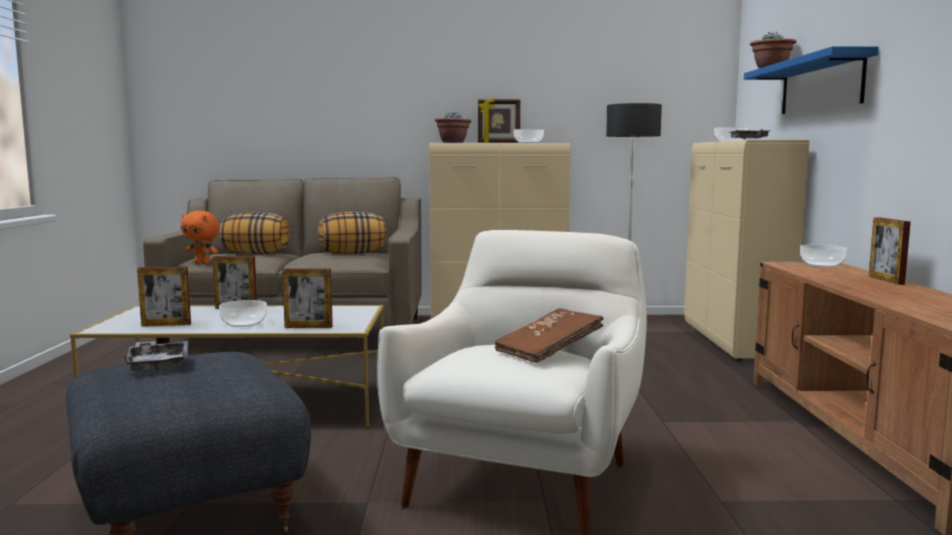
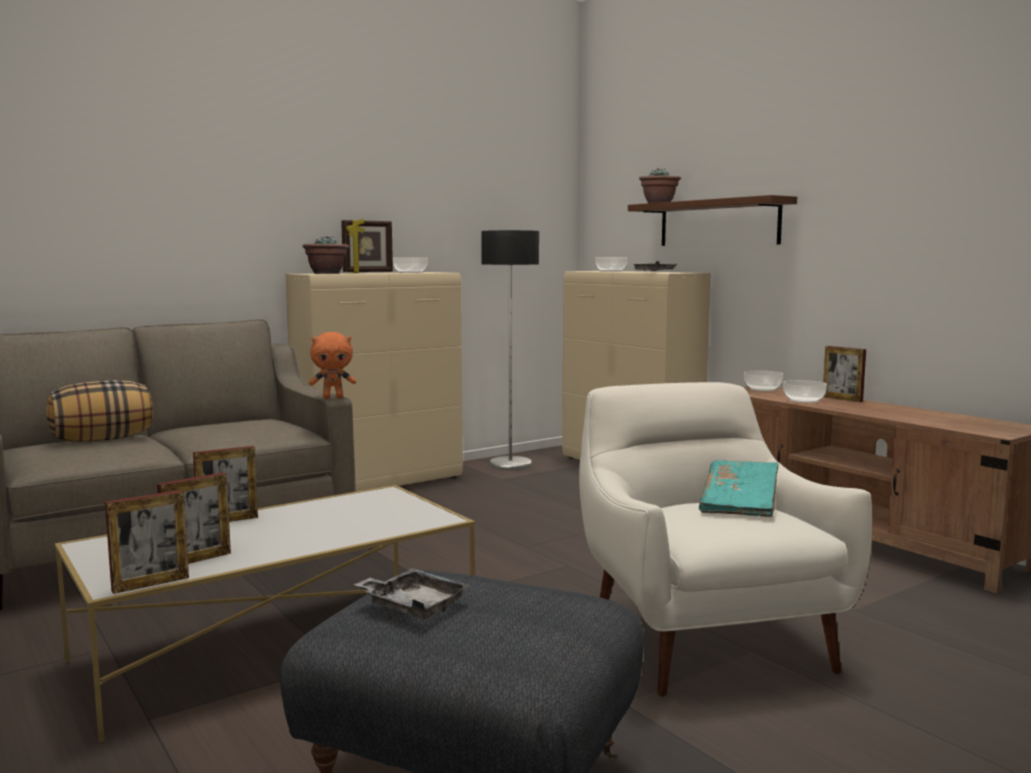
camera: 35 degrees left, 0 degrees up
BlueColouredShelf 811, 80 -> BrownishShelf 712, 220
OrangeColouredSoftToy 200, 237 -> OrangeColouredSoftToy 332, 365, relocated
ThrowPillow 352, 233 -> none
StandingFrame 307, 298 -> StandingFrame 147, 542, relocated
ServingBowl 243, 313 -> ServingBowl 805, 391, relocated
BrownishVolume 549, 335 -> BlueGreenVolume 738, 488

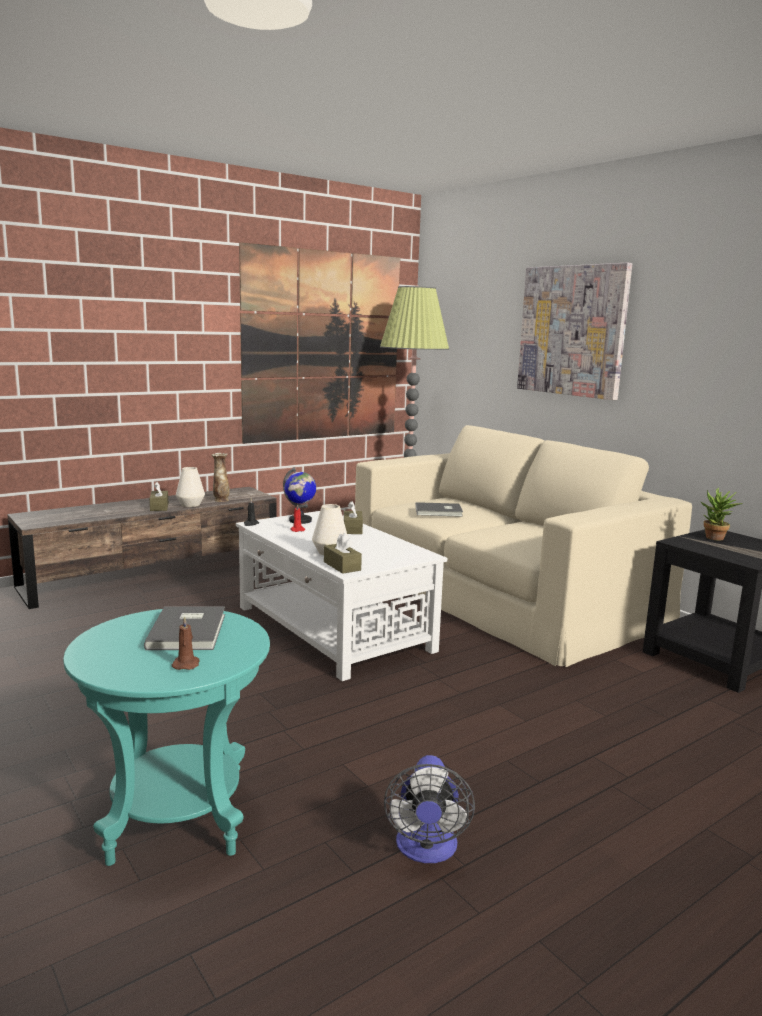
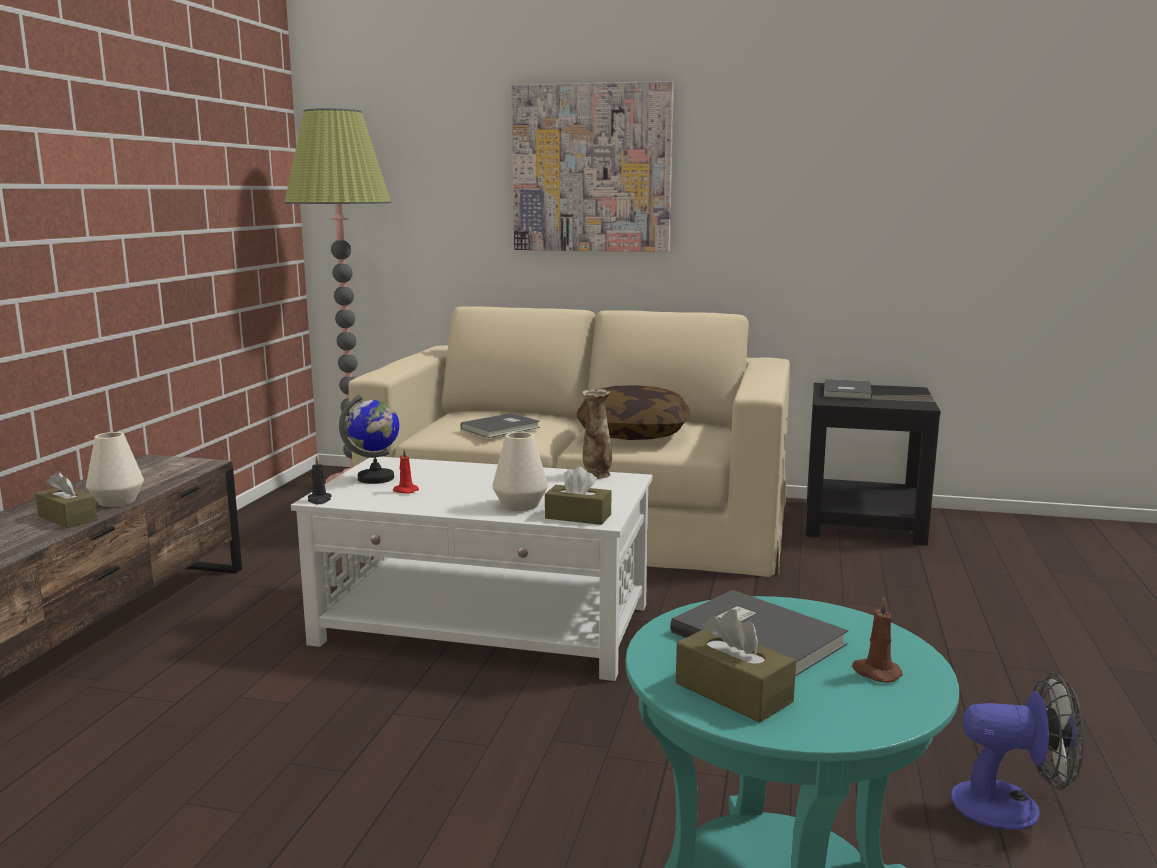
camera: 40 degrees left, 0 degrees up
WallPicture 319, 343 -> none
DecorativeVase 220, 477 -> DecorativeVase 597, 434, relocated
PottedPlant 721, 514 -> GrayVolume 847, 389
BrownishBoxOfTissues 353, 517 -> BrownishBoxOfTissues 736, 666, relocated
CoolingFan 429, 809 -> CoolingFan 1017, 751, 45 degrees counterclockwise
none -> ThrowPillow 633, 412

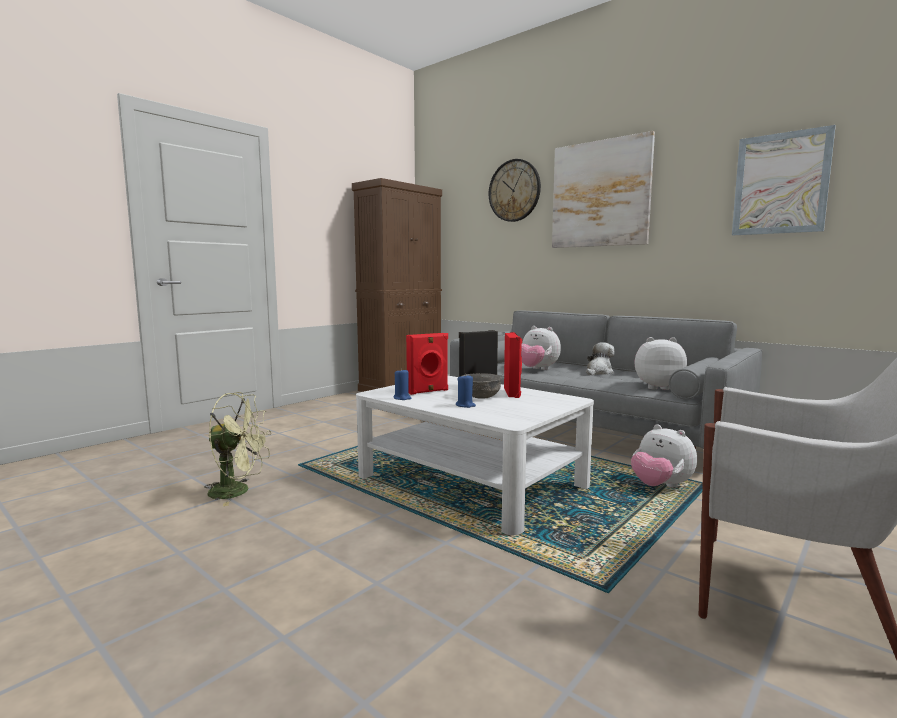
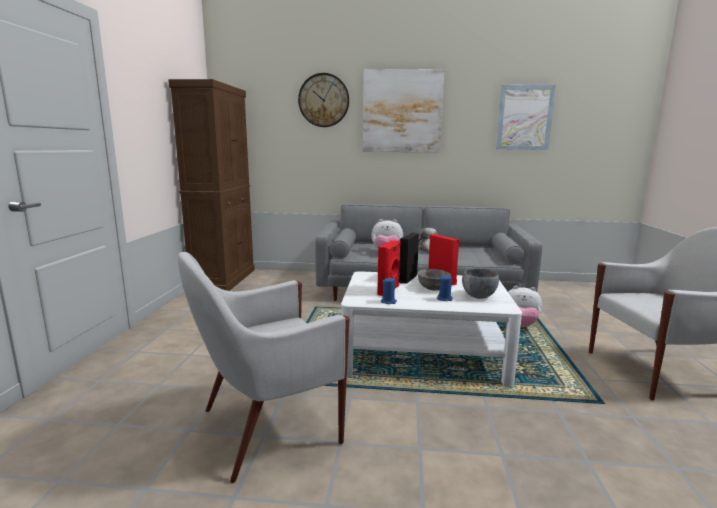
camera: 35 degrees left, 5 degrees up
SoftToy 661, 363 -> none
GreenCoolingFan 237, 449 -> WhiteColouredLoungeChair 264, 367
none -> GrayServingBowl 480, 283

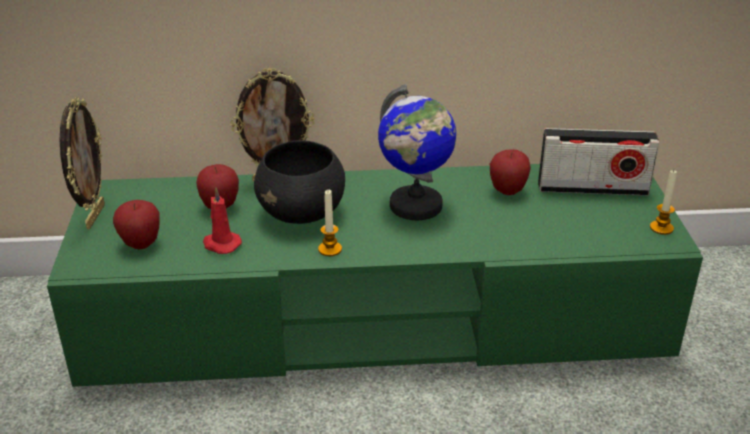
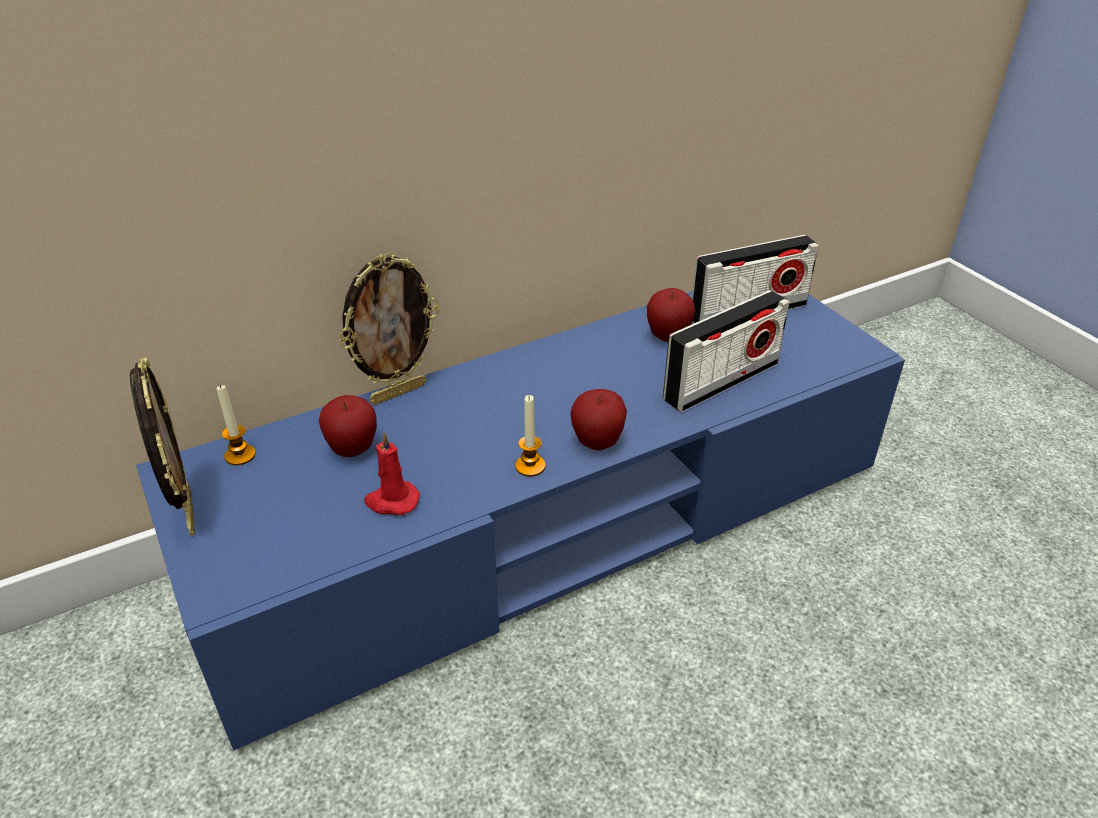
camera: 25 degrees left, 5 degrees up
DeskGlobe 417, 152 -> none
BlackServingBowl 299, 182 -> none
GreenMediaConsole 375, 275 -> BlueColouredMediaConsole 520, 521
Candle 663, 202 -> Candle 236, 425, relocated
AppleFruit 136, 224 -> AppleFruit 598, 419, relocated
none -> Radio 726, 351

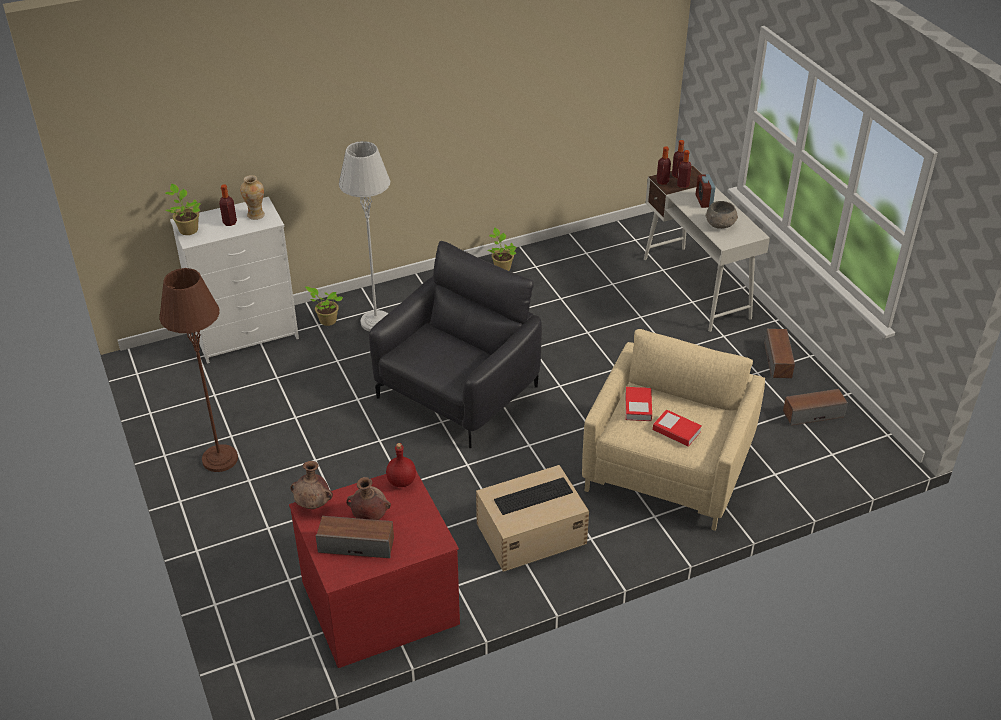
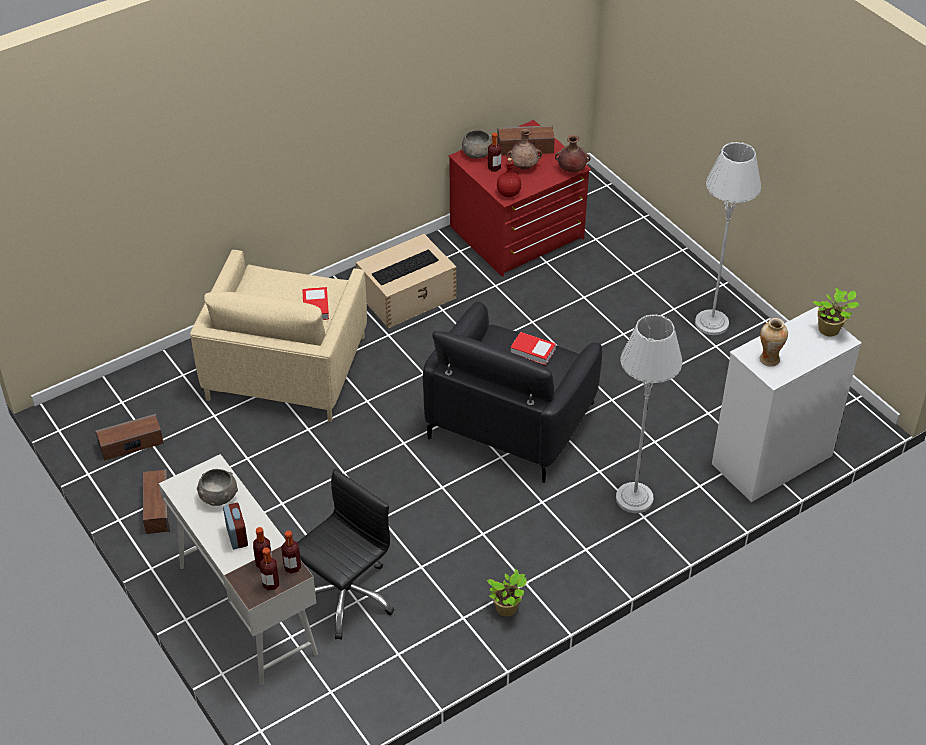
camera: 170 degrees right, 5 degrees up
DrinkBottle 228, 205 -> DrinkBottle 494, 152, relocated
BrownishFloorLamp 198, 370 -> GrayFloorLamp 728, 238
PottedPlant 324, 306 -> none
Volume 677, 428 -> Volume 533, 348, relocated
none -> GrayServingBowl 477, 144
none -> BlackDeskChair 346, 554

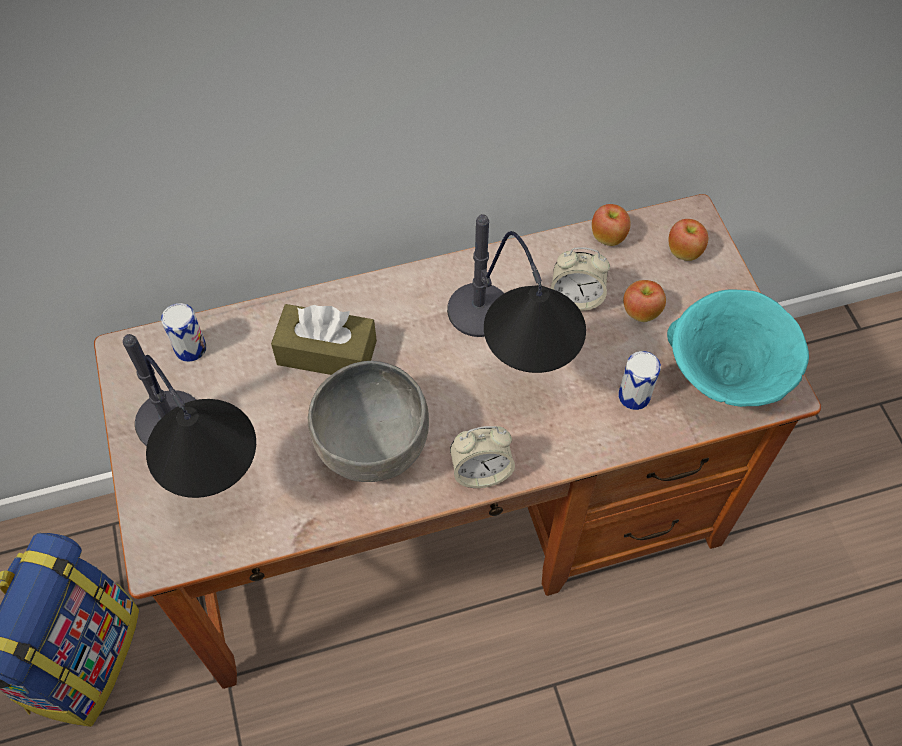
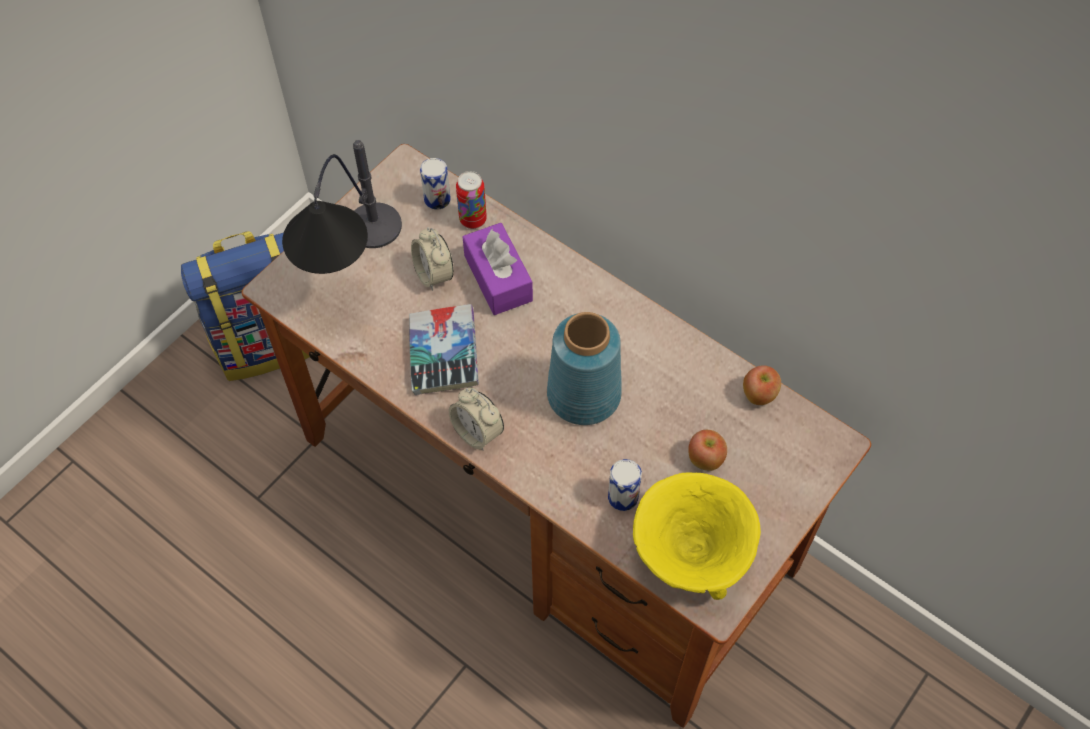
camera: 55 degrees right, 0 degrees up
TabletopLamp 516, 293 -> BlueColouredDecorativeVase 584, 368
AppleFruit 688, 240 -> none
AlarmClock 580, 279 -> AlarmClock 432, 259, relocated
BlueGreenServingBowl 738, 348 -> YellowServingBowl 697, 536
BrownishBoxOfTissues 324, 339 -> PurpleBoxOfTissues 498, 269
GrayServingBowl 368, 421 -> Volume 444, 349
none -> Can 471, 200

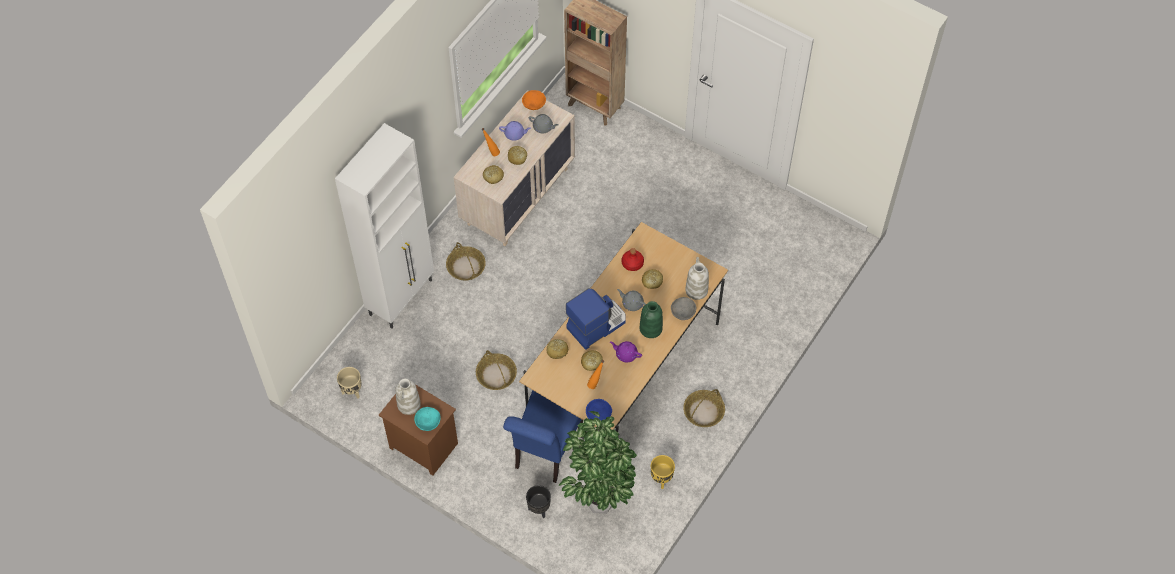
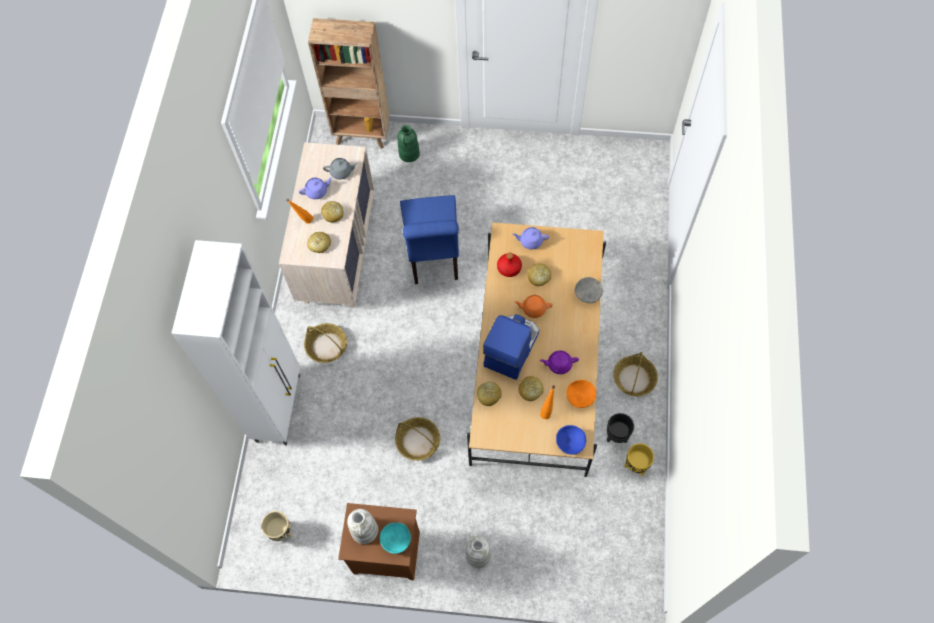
camera: 25 degrees left, 5 degrees up
OrangeColouredServingBowl 534, 100 -> OrangeColouredServingBowl 581, 394, relocated
WhiteColouredDecorativeVase 697, 278 -> WhiteColouredDecorativeVase 478, 550, relocated
GrayPotForTea 631, 300 -> OrangeColouredPotForTea 533, 306
GreenDecorativeVase 651, 319 -> GreenDecorativeVase 409, 143, relocated
BlueColouredPlainChair 543, 436 -> BlueColouredPlainChair 429, 239, relocated
PottedPlant 598, 462 -> none
BlackPlantPot 538, 501 -> BlackPlantPot 620, 428, relocated
none -> PurplePotForTea 530, 238

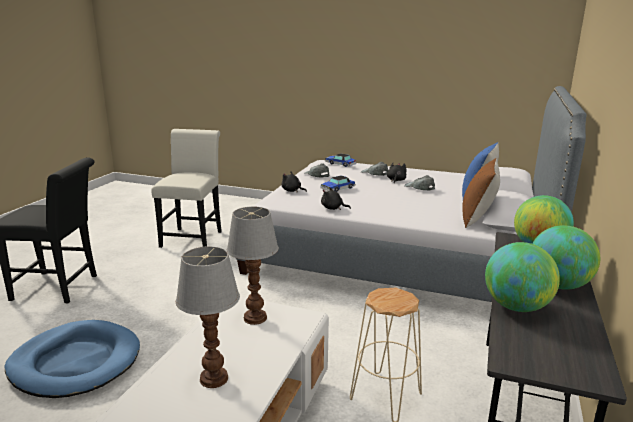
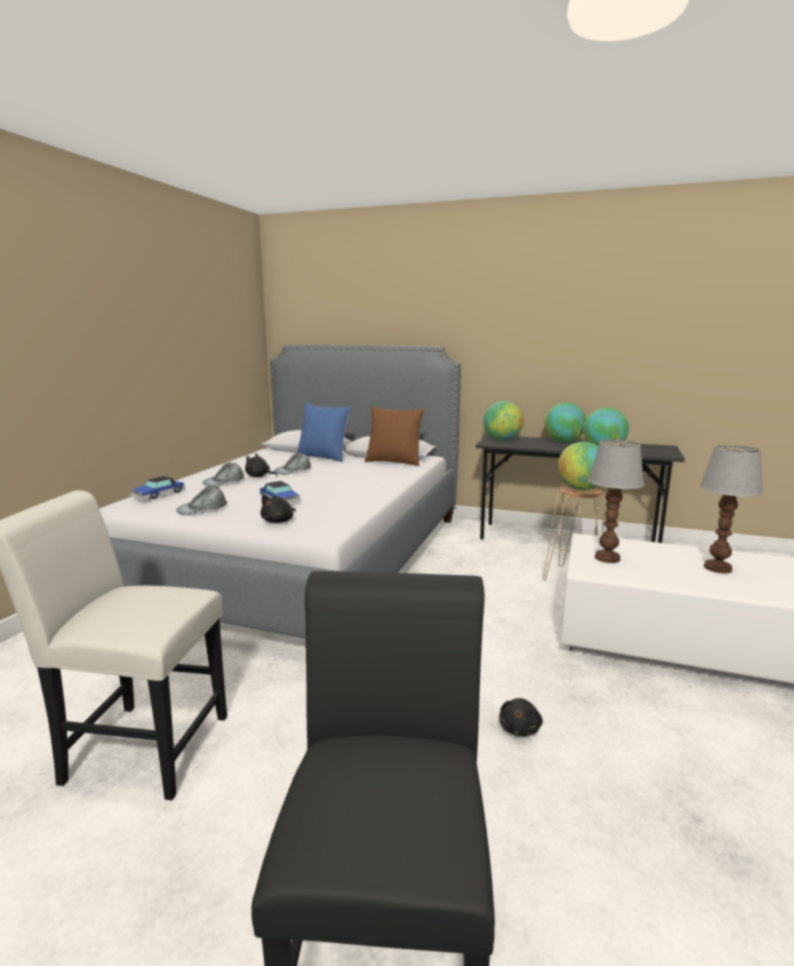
camera: 90 degrees left, 5 degrees down
BlackSoftToy 336, 198 -> BlackSoftToy 521, 717, relocated
BlueColouredDogCushion 72, 359 -> none
none -> DeskGlobe 578, 466

